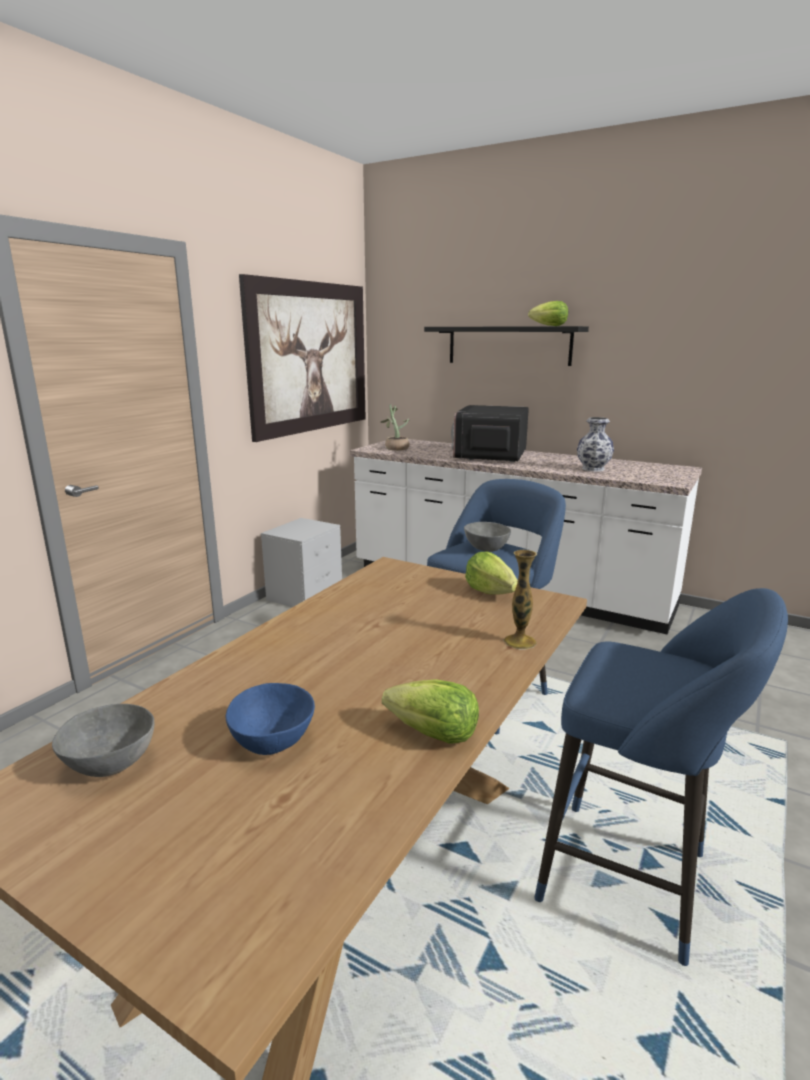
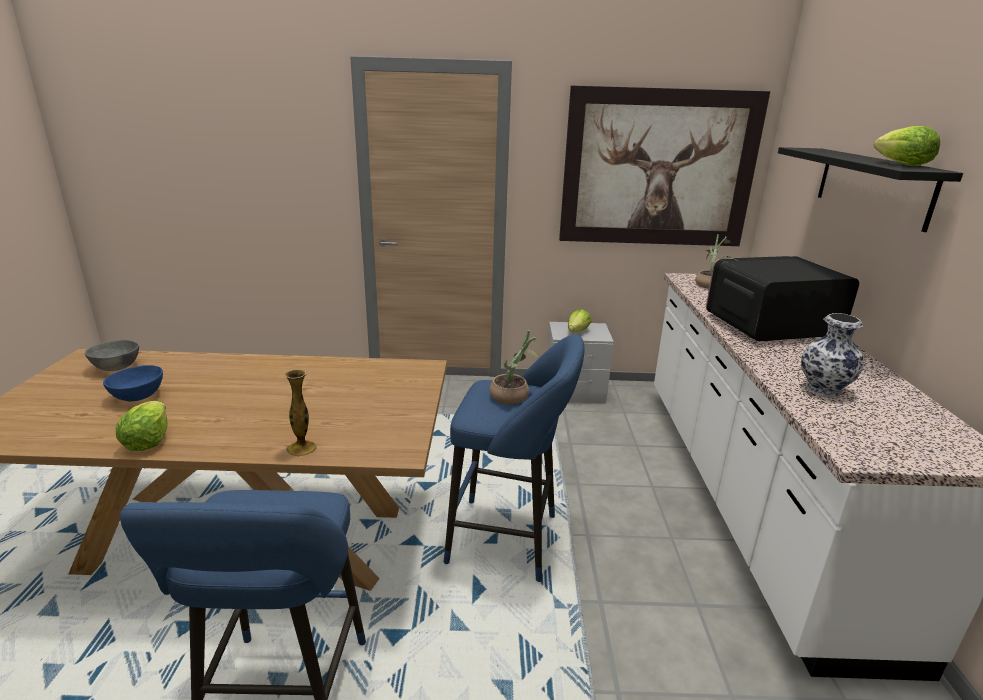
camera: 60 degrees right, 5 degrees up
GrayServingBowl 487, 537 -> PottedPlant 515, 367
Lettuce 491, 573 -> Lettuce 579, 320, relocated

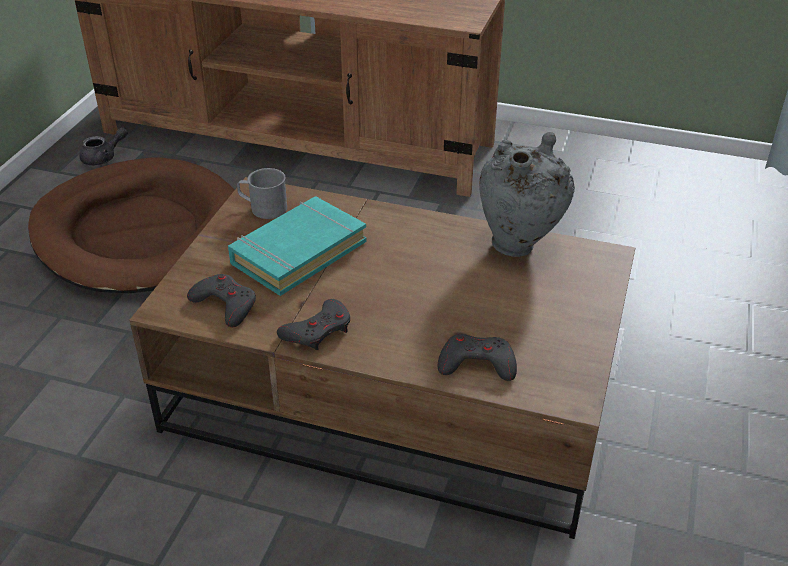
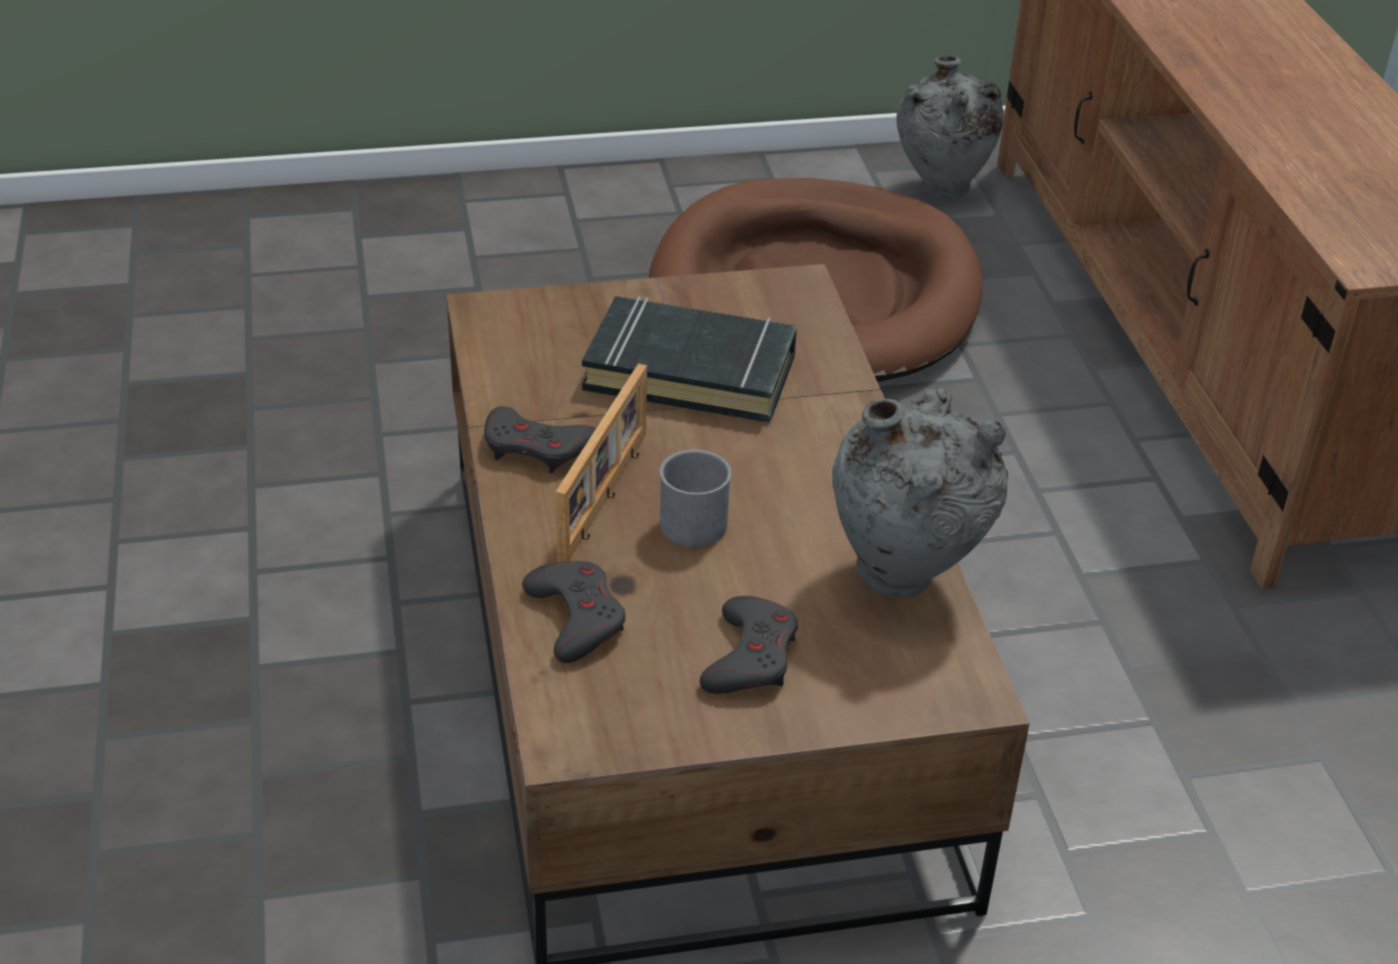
camera: 60 degrees right, 0 degrees up
GrayPotForTea 103, 146 -> GrayDecorativeVase 950, 127
GrayTeaMug 262, 193 -> GrayTeaMug 695, 498, relocated
BlueGreenVolume 297, 246 -> BlackVolume 689, 359
GrayJoypad 221, 300 -> GrayJoypad 749, 645, relocated
none -> StandingFrame 601, 462

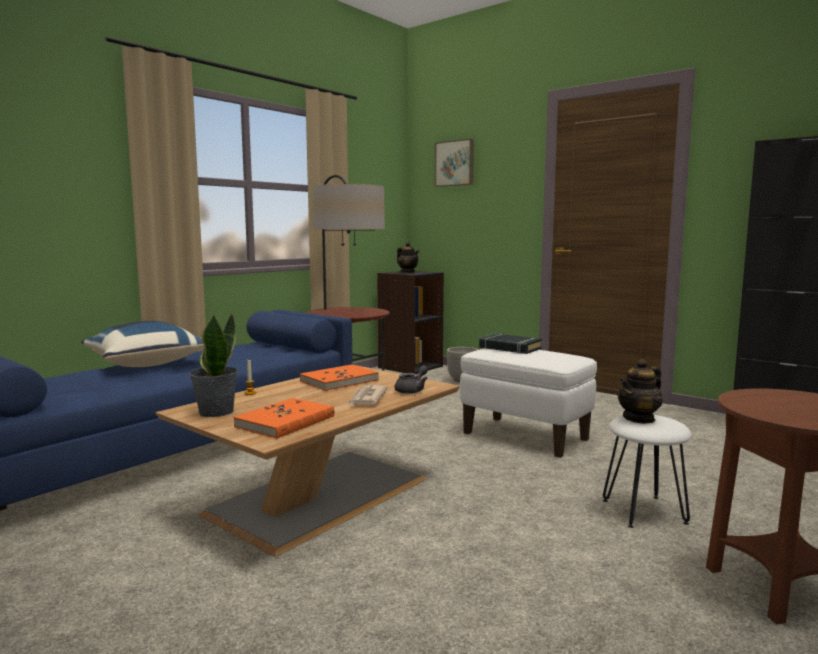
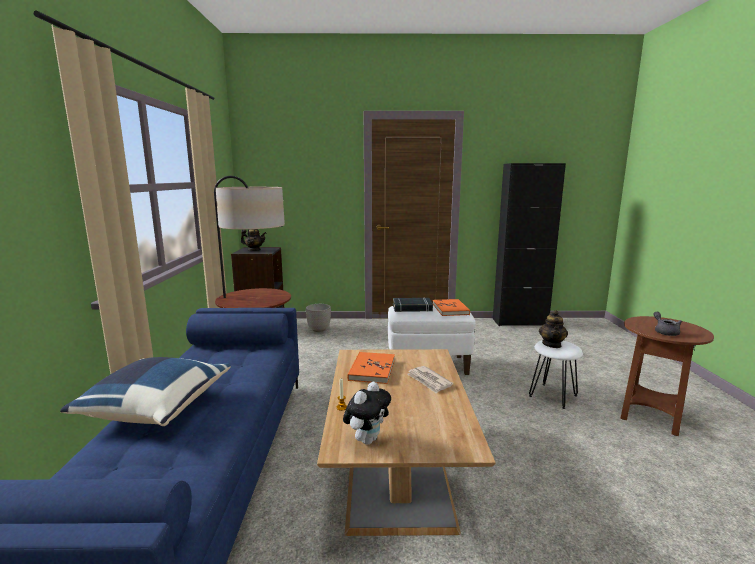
camera: 40 degrees left, 5 degrees up
WallPicture 454, 163 -> none
PottedPlant 213, 365 -> SoftToy 367, 413
GrayPotForTea 411, 379 -> GrayPotForTea 667, 324, relocated
OrangeColouredVolume 283, 418 -> OrangeColouredVolume 451, 307, relocated

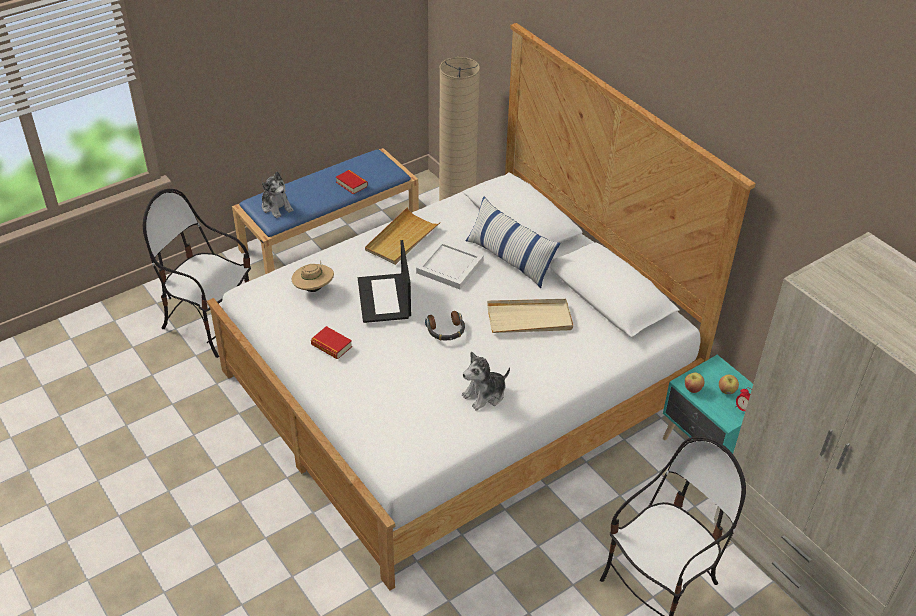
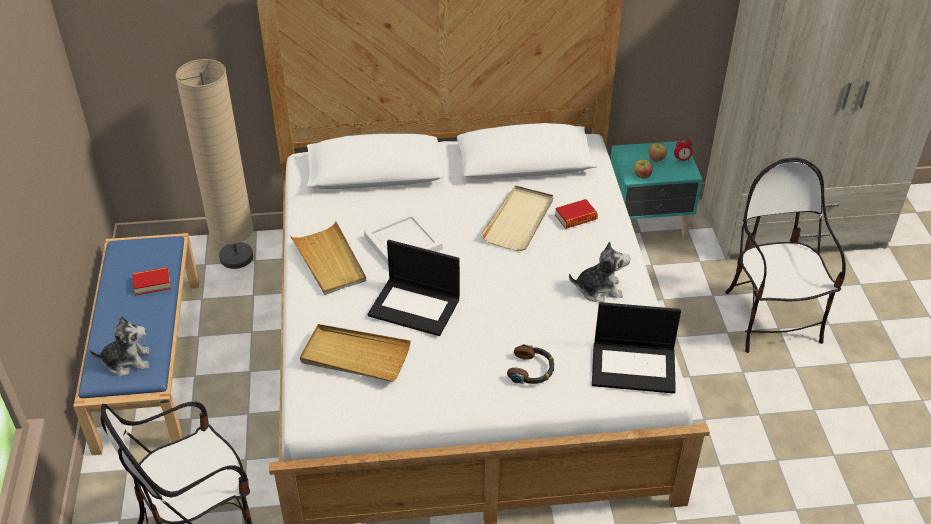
camera: 60 degrees left, 0 degrees up
ThrowPillow 513, 242 -> none
BeigeHat 313, 276 -> BeigeTray 355, 353
Headset 445, 325 -> Headset 530, 364, relocated
Volume 331, 342 -> Volume 576, 214, relocated
SoftToy 486, 381 -> SoftToy 600, 272, 90 degrees counterclockwise
none -> Laptop 636, 348

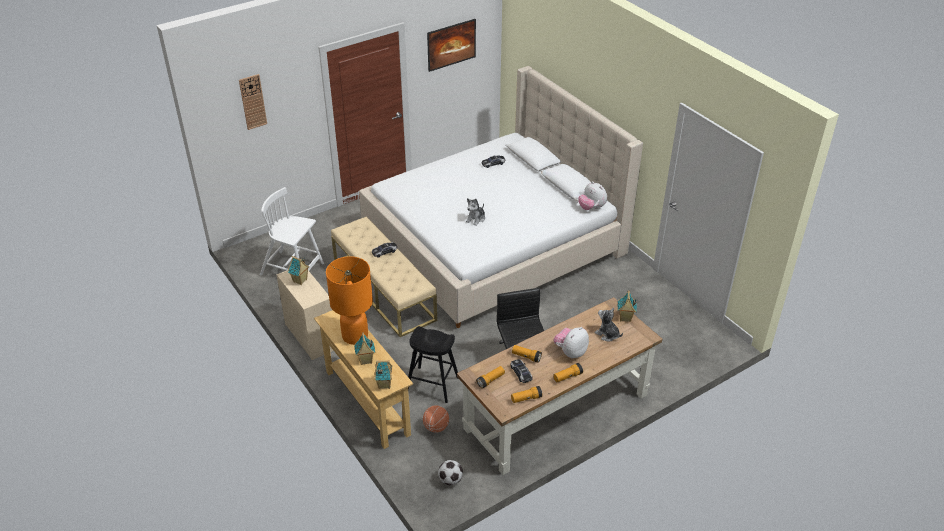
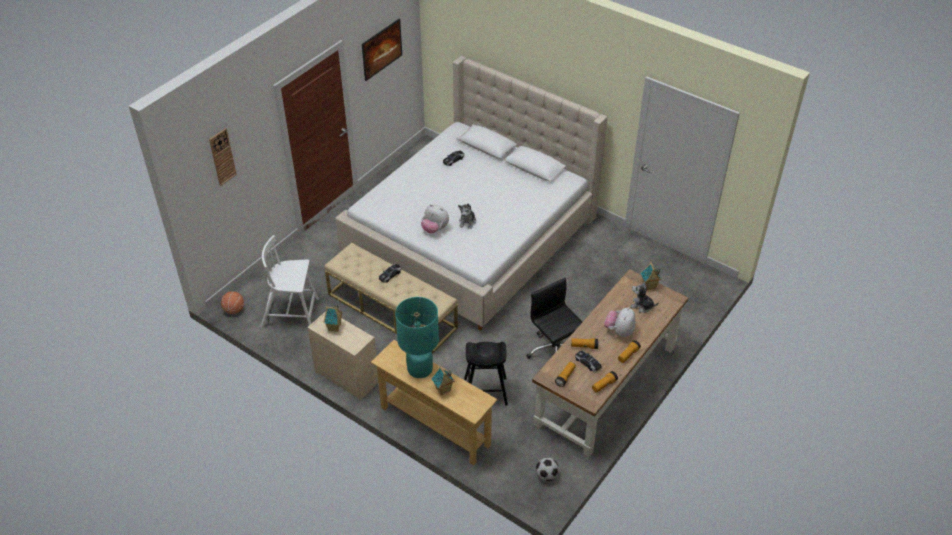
camera: 20 degrees left, 5 degrees up
SoftToy 592, 195 -> SoftToy 435, 219, relocated
OrangeColouredTabletopLamp 349, 300 -> BlueGreenTabletopLamp 417, 337
MiniatureHouse 383, 374 -> none
BallForBasketball 436, 419 -> BallForBasketball 232, 302, relocated

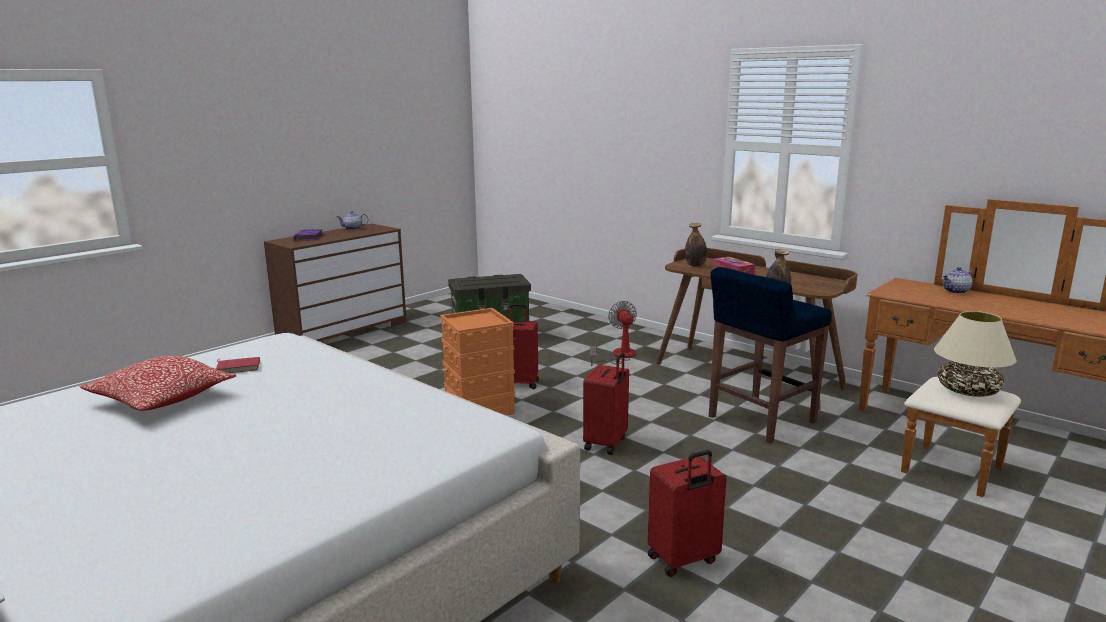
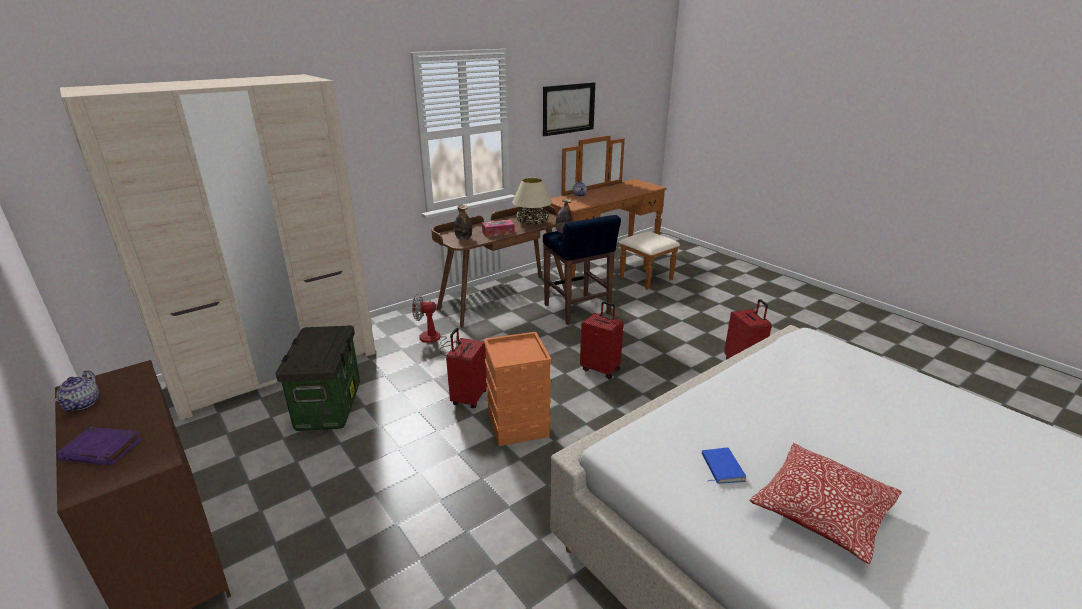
camera: 80 degrees left, 10 degrees up
BeigeTabletopLamp 975, 354 -> BeigeTabletopLamp 532, 201, relocated
ReddishVolume 238, 365 -> BlueColouredVolume 724, 466
none -> BeigeWardrobe 218, 247
none -> WallPicture 569, 109

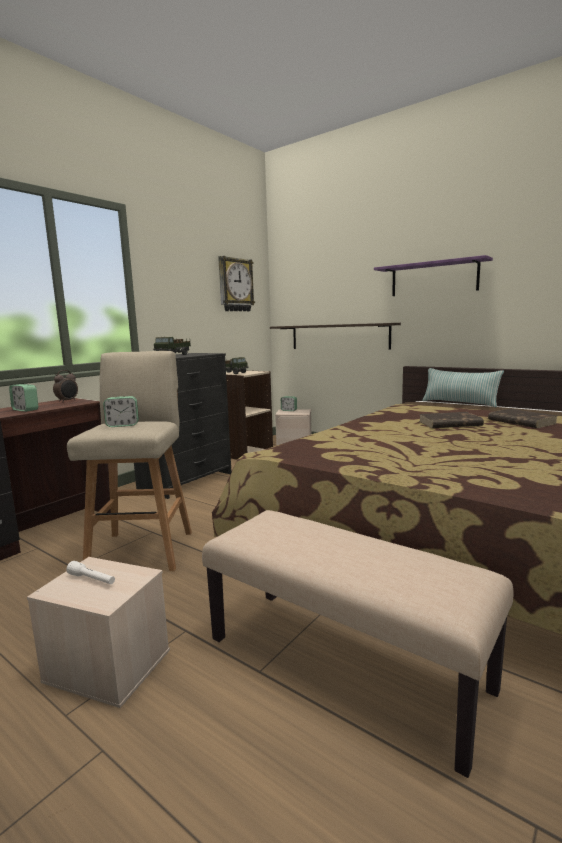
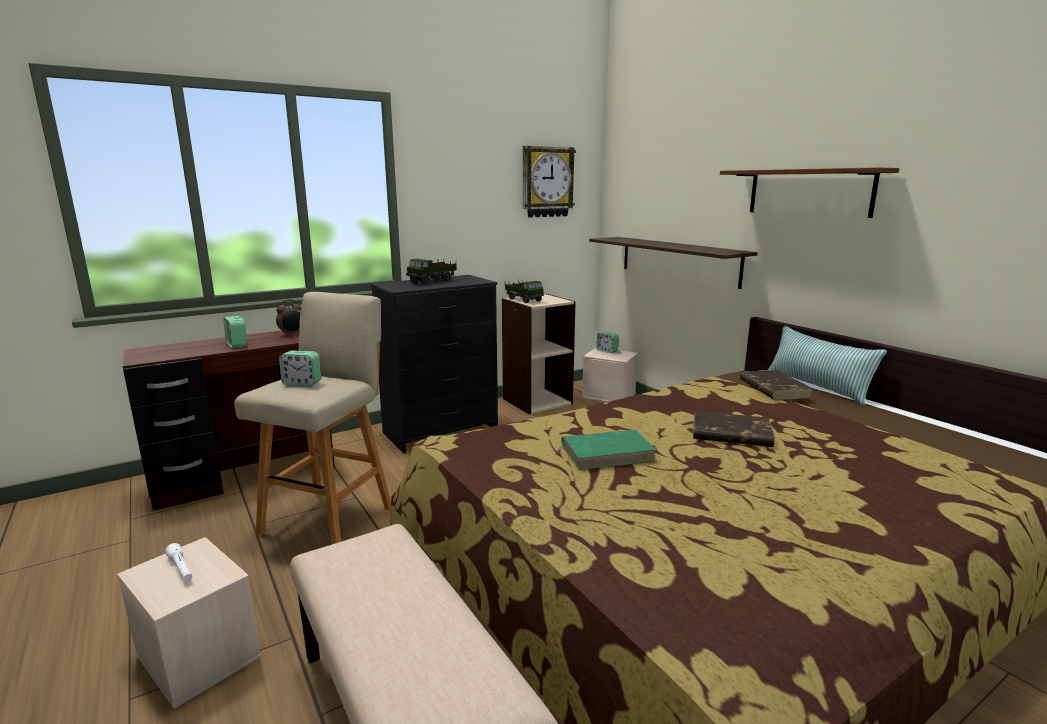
camera: 20 degrees right, 5 degrees up
PurpleShelf 433, 275 -> BrownishShelf 809, 192
BrownishVolume 522, 418 -> BrownishVolume 776, 385, relocated
none -> GreenVolume 609, 449

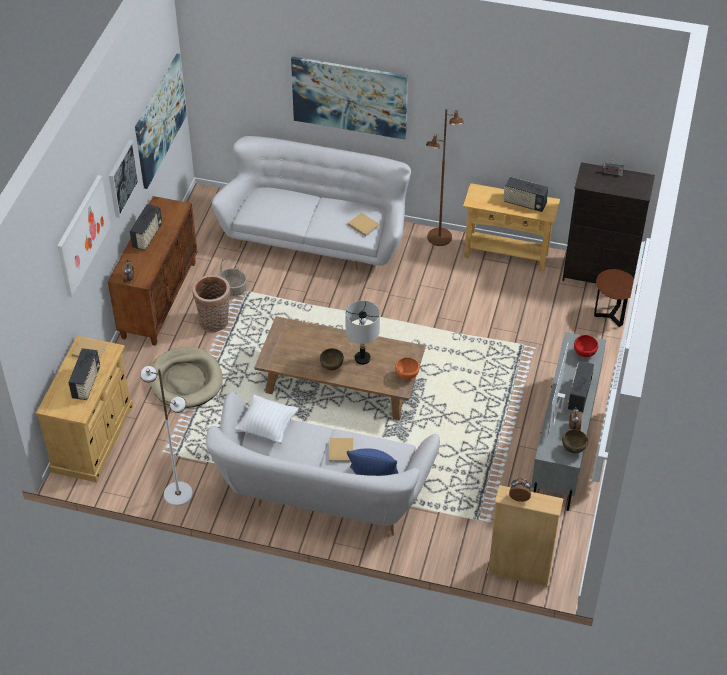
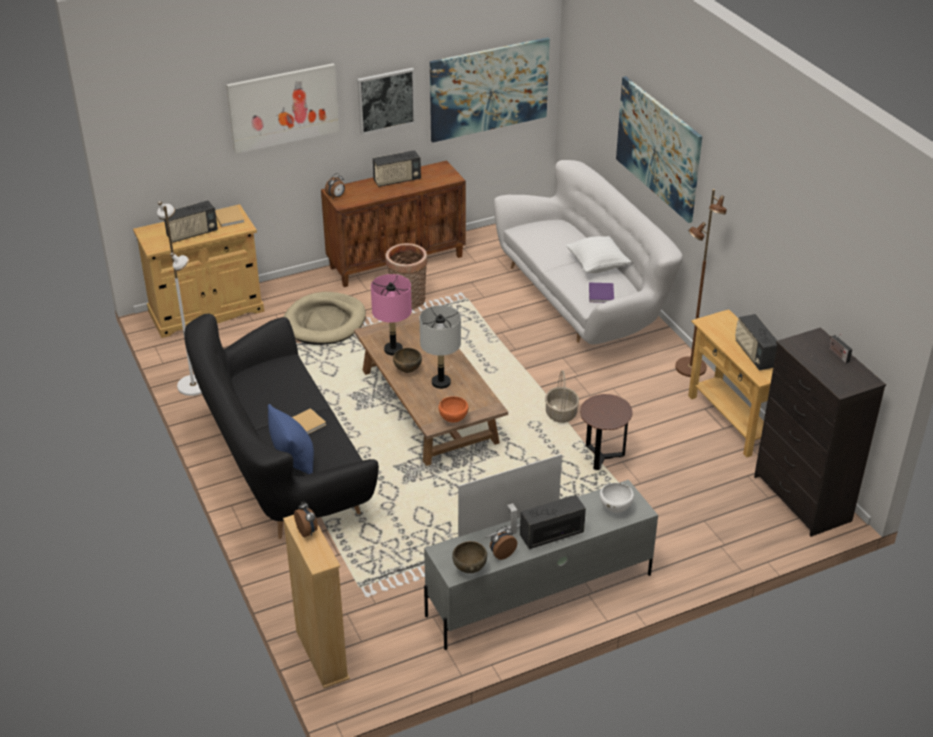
camera: 50 degrees right, 10 degrees down
BeigeVolume 363, 224 -> PurpleVolume 601, 293
HouseholdBasket 232, 277 -> HouseholdBasket 562, 397, relocated
BrownishAccentTable 615, 298 -> BrownishAccentTable 606, 432, relocated
ReddishServingBowl 586, 346 -> WhiteColouredServingBowl 617, 498
WhiteColouredSettee 323, 464 -> BlackSettee 281, 426
WhiteColouredThrowPillow 267, 419 -> WhiteColouredThrowPillow 598, 254, relocated
none -> PinkTabletopLamp 391, 315

